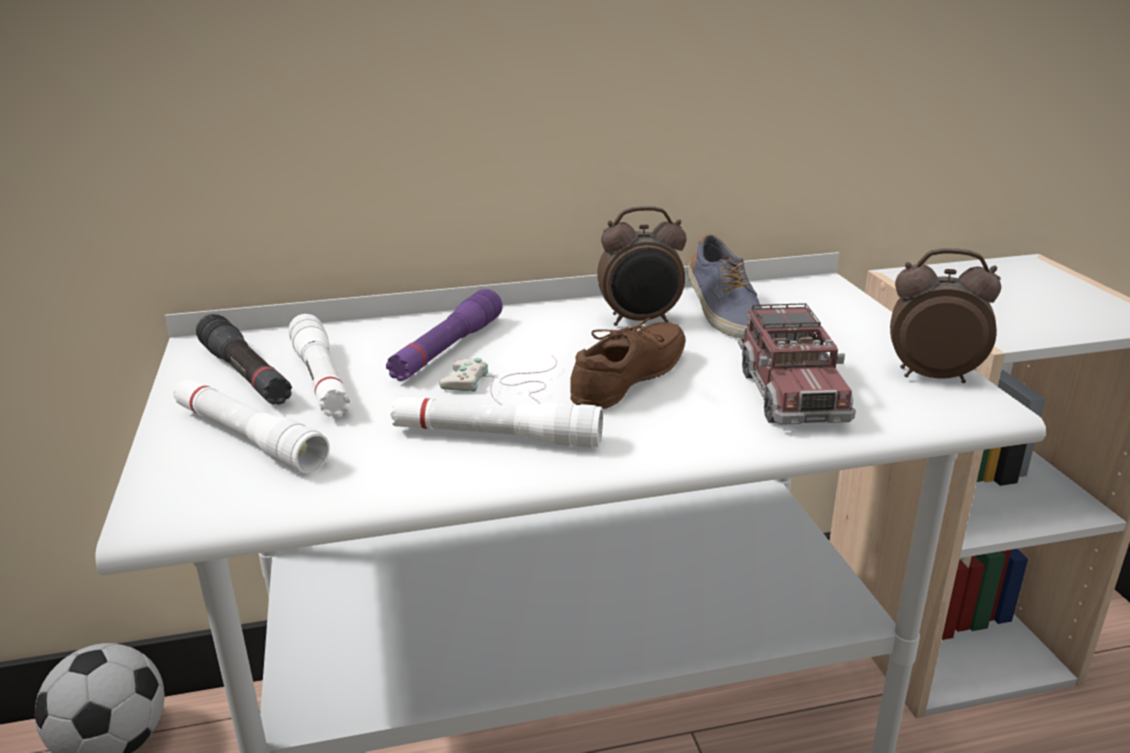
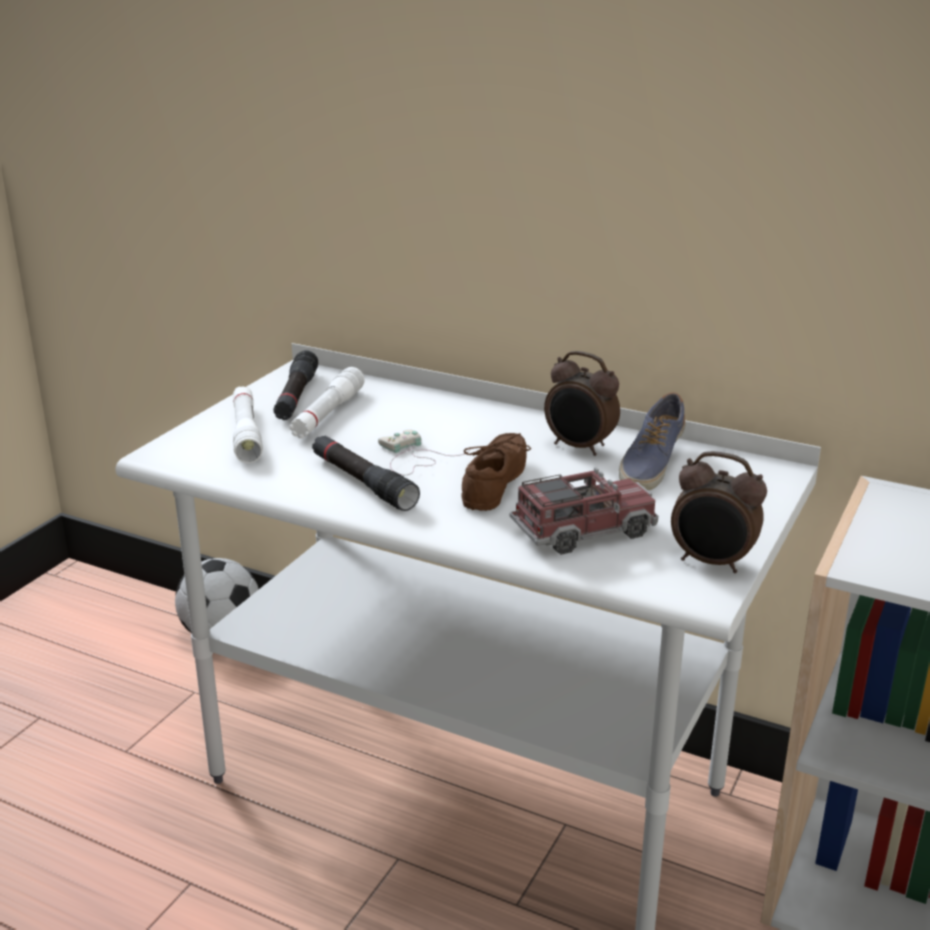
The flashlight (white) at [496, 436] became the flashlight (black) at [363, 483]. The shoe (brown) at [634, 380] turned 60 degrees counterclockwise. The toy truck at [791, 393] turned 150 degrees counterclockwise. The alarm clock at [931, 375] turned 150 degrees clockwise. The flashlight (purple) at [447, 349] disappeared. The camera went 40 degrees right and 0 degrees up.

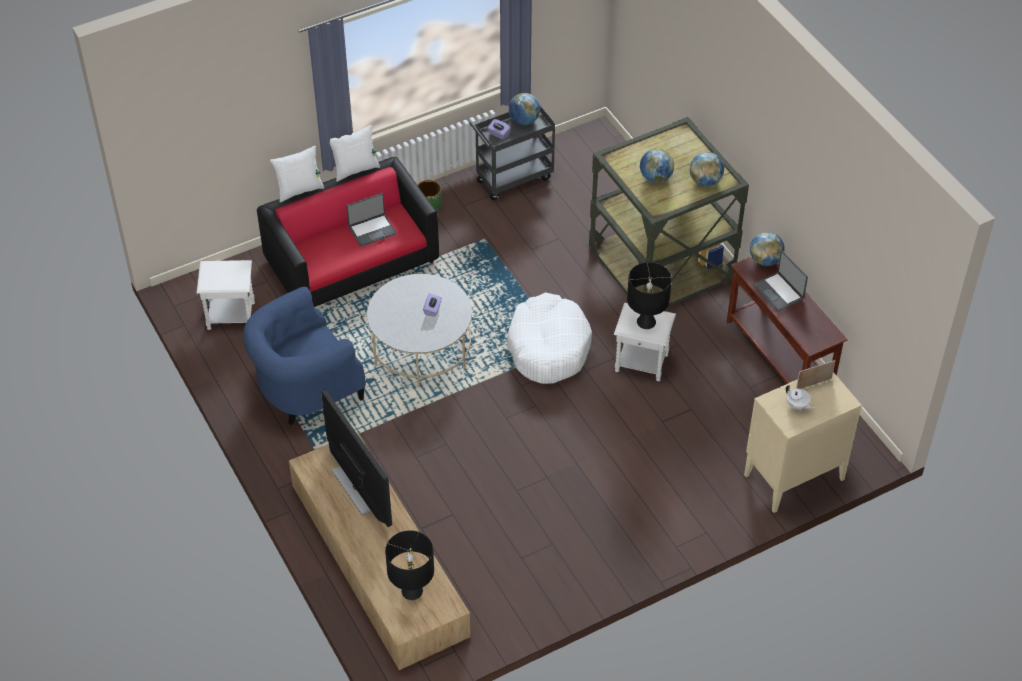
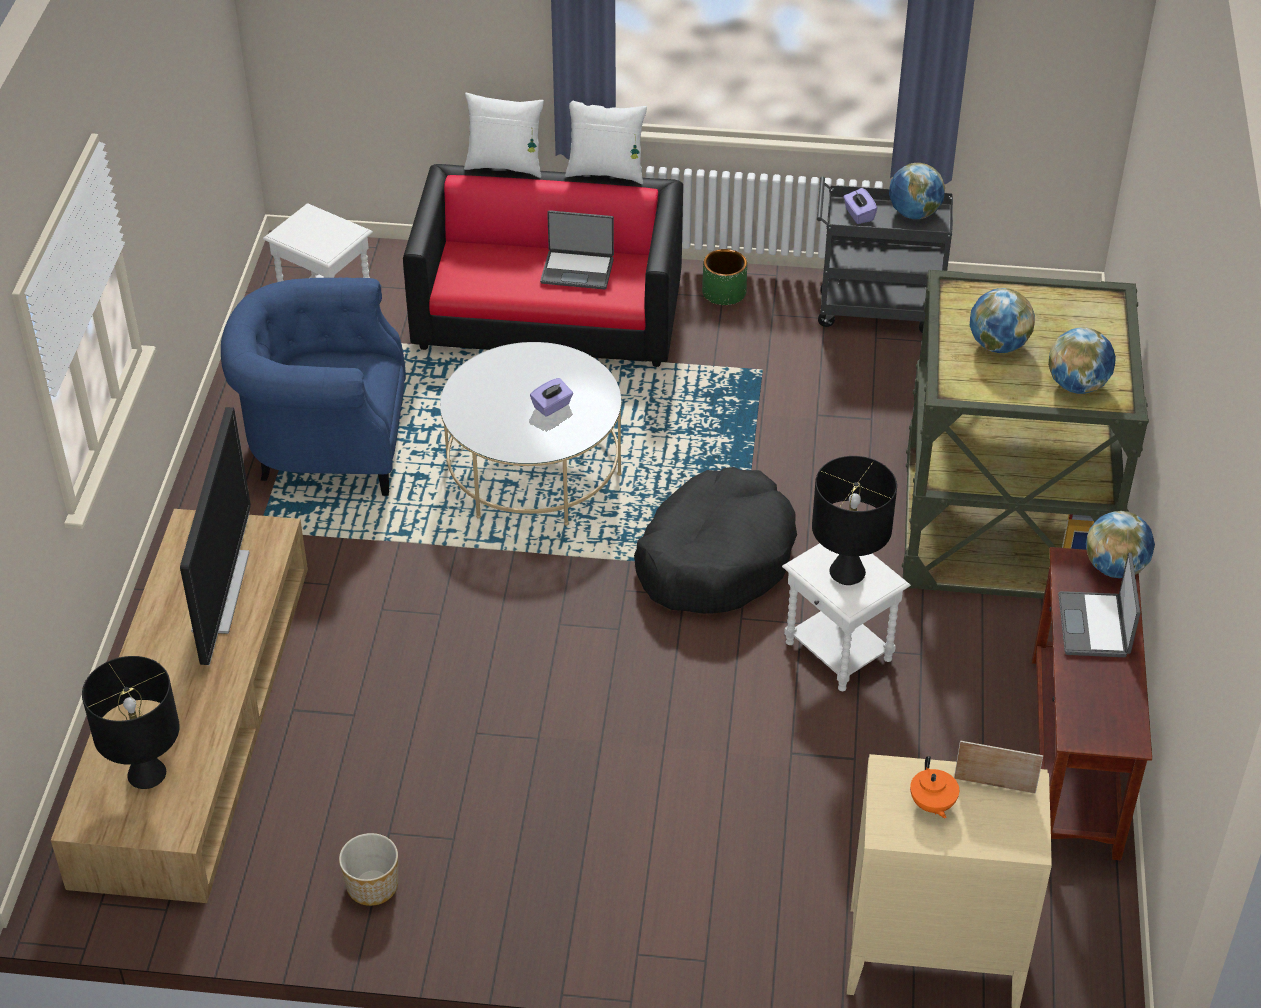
The planter at [372, 885] appeared. The dog bed (white) at [548, 347] became the dog bed (black) at [715, 558]. The teapot (white) at [797, 406] became the teapot (orange) at [932, 805]. The camera went 35 degrees right and 5 degrees down.

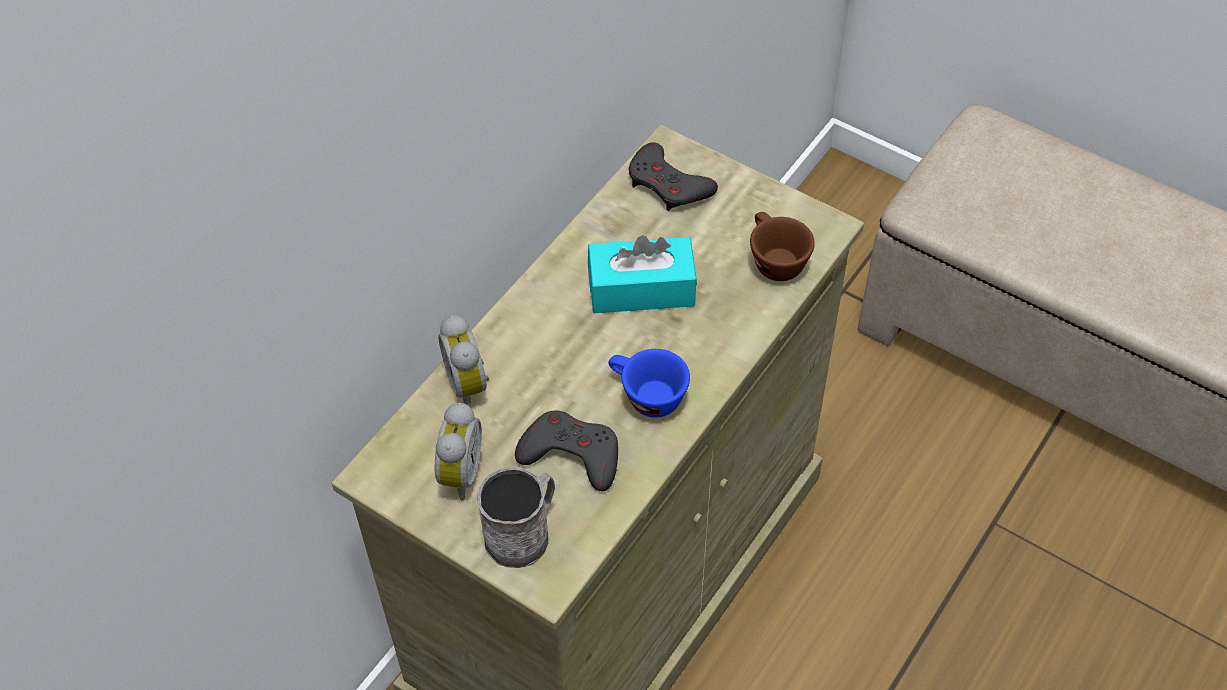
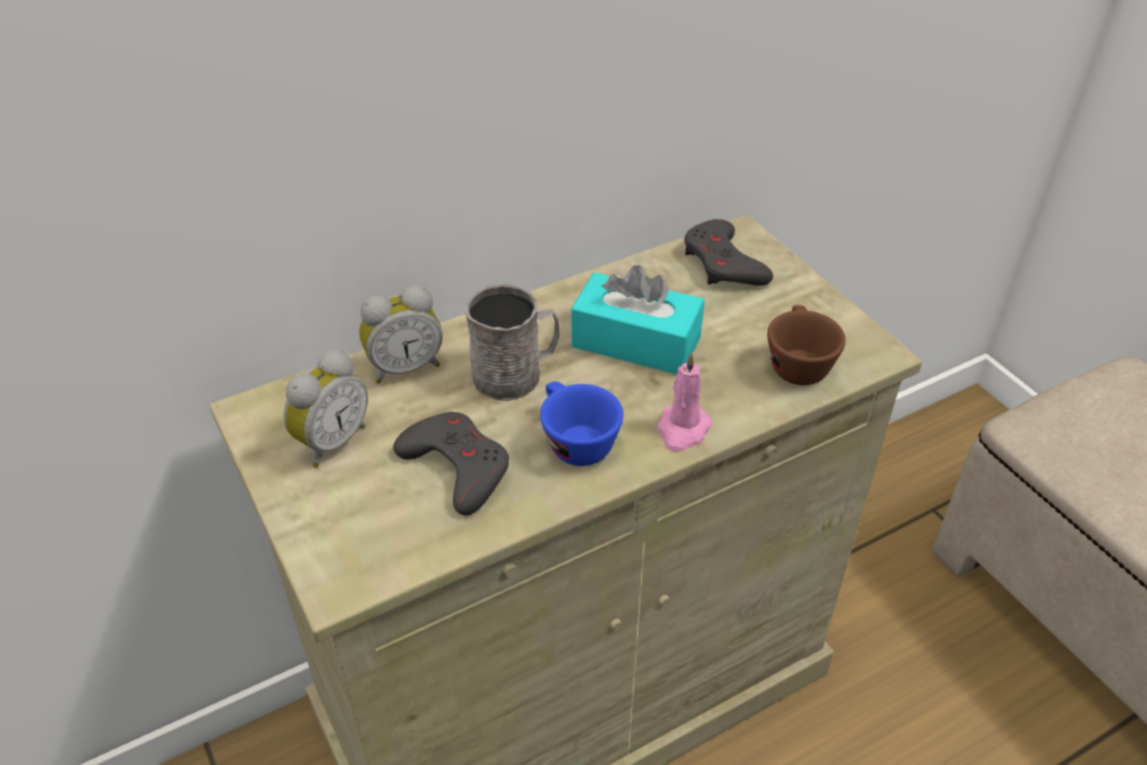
The alarm clock at [470, 385] turned 120 degrees counterclockwise. The mug (grey) moved from [523, 533] to [516, 374]. The candle (pink) at [682, 430] appeared. The camera went 25 degrees right and 10 degrees down.

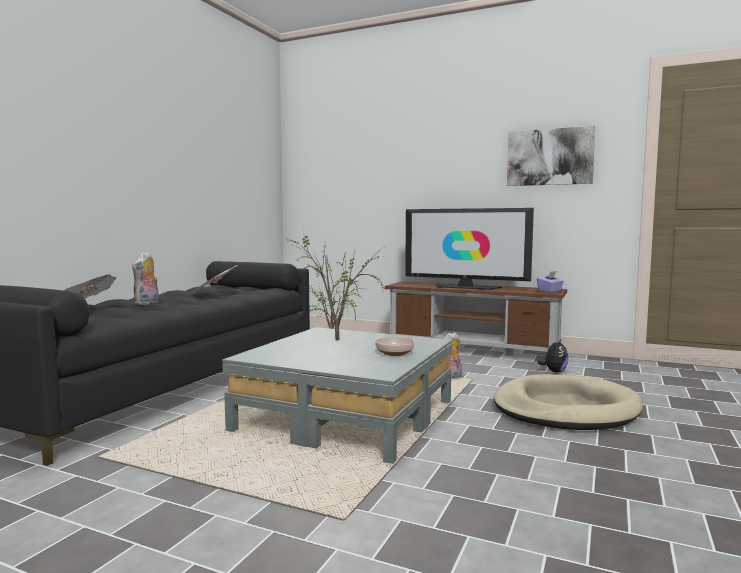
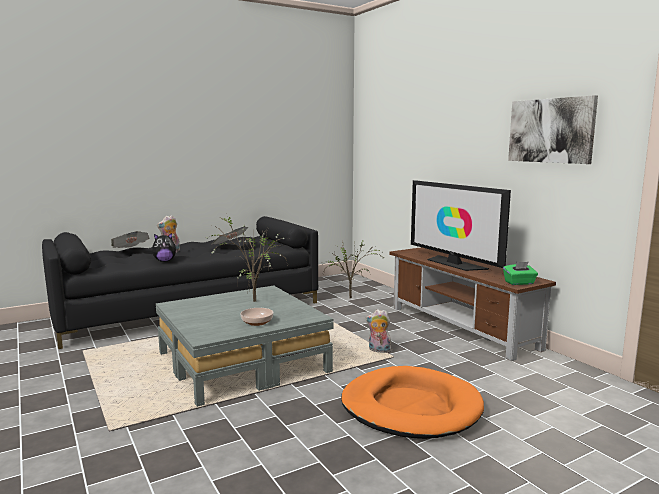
The plush toy moved from [554, 371] to [164, 261]. The dog bed (beige) at [565, 409] became the dog bed (orange) at [410, 407]. The tissue box (purple) at [550, 291] became the tissue box (green) at [519, 283]. The camera went 35 degrees right and 5 degrees up.

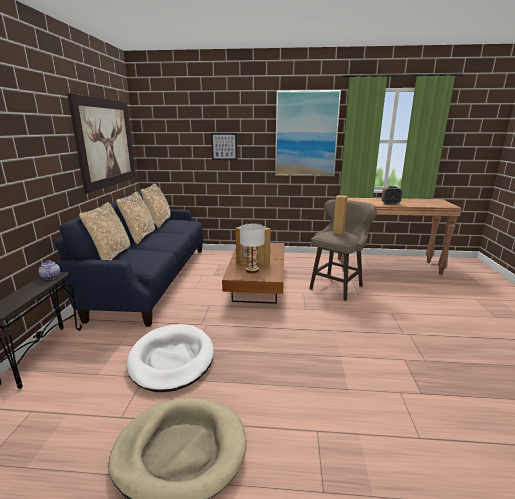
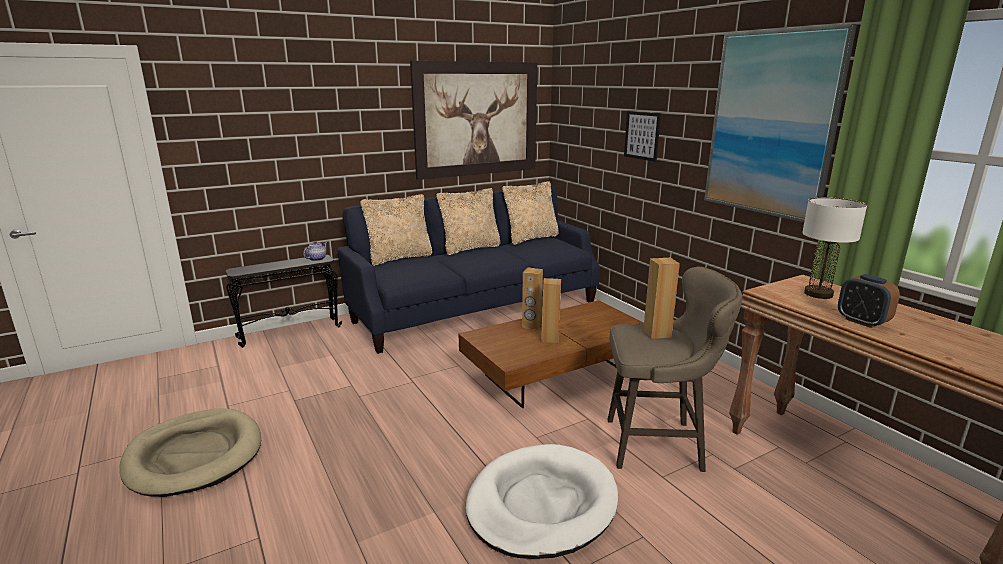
The dog bed (white) moved from [171, 360] to [541, 504]. The table lamp moved from [252, 270] to [818, 294]. The camera went 55 degrees right and 0 degrees up.

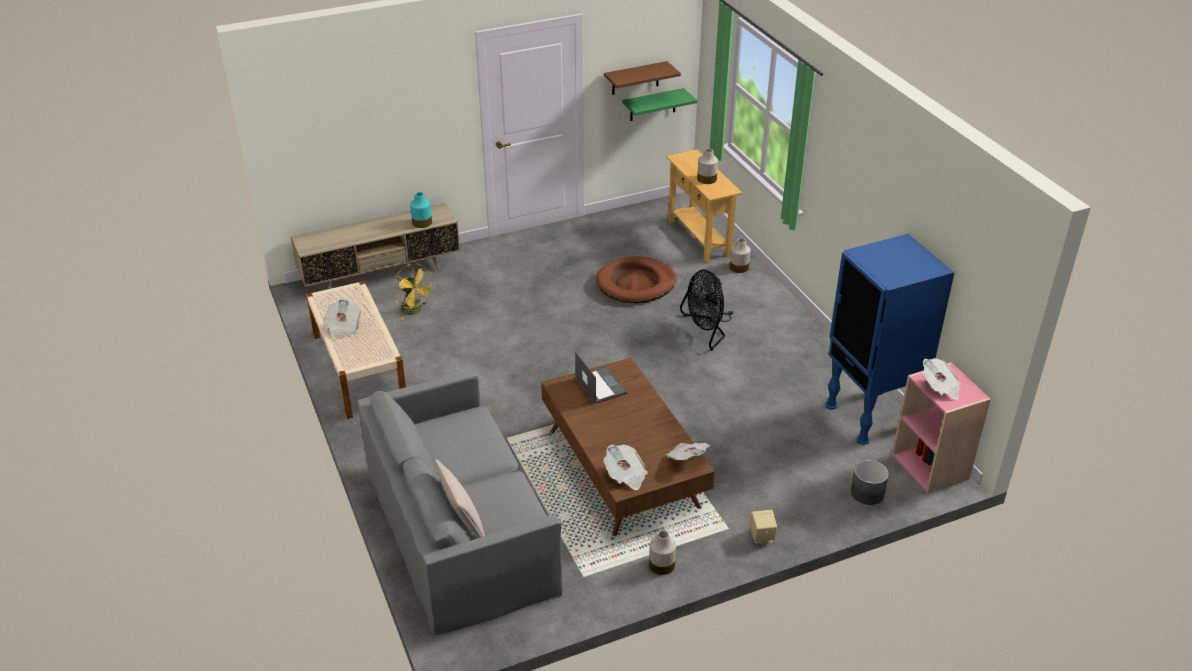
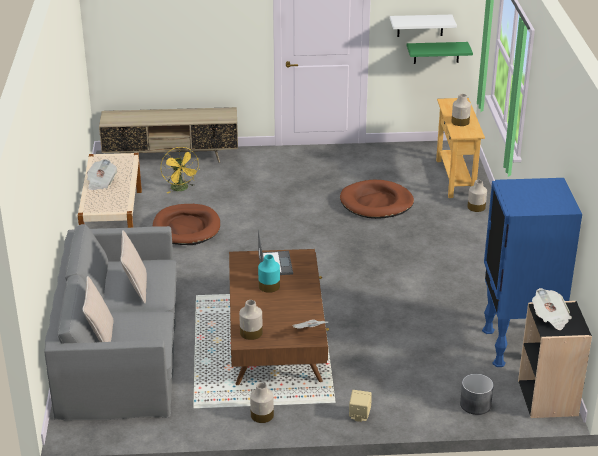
The pillow (beige) at [136, 289] appeared. The dog bed (brown) at [186, 228] appeared. The newspaper at [625, 475] was replaced by the vase (beige) at [251, 333]. The vase (turquoise) moved from [422, 222] to [269, 286]. The shelf (brown) at [635, 78] became the shelf (white) at [420, 25]. The bookcase (pink) at [931, 467] became the bookcase (black) at [548, 398]. The fan (black) at [708, 328] disappeared. The camera went 20 degrees right and 5 degrees down.

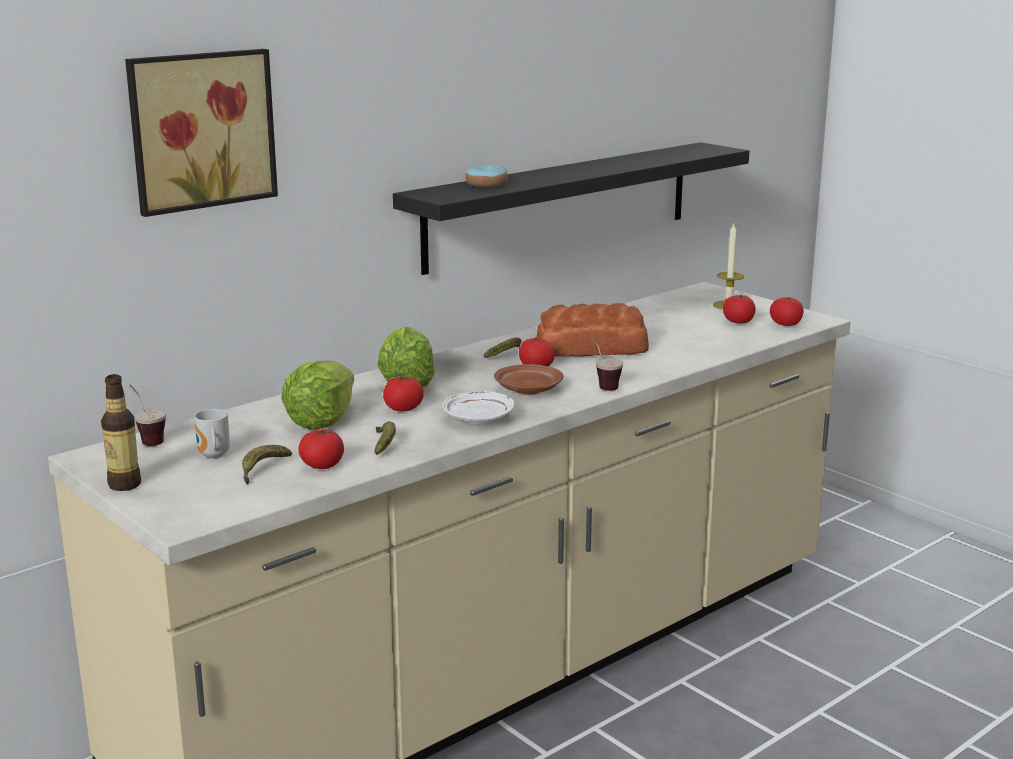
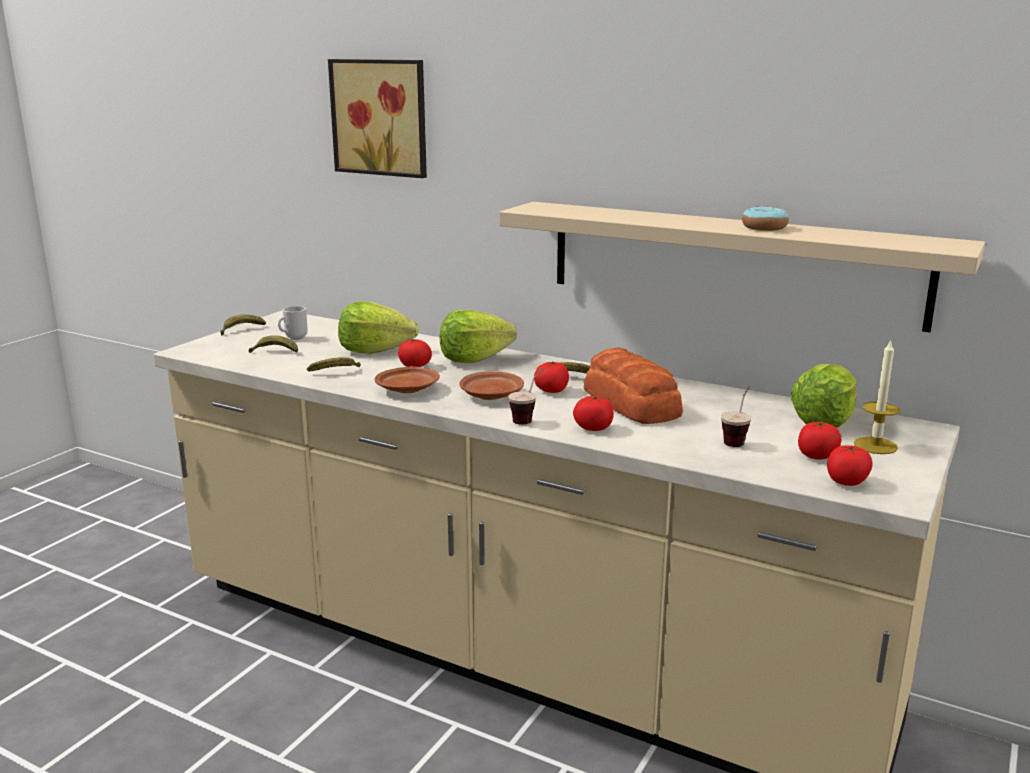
The bottle at [125, 485] was replaced by the banana at [241, 330]. The plate (white) at [478, 418] became the plate (brown) at [408, 389]. The shelf (black) at [561, 205] became the shelf (beige) at [730, 262]. The tomato moved from [322, 465] to [593, 428]. The cup moved from [147, 439] to [737, 439]. The donut moved from [486, 184] to [764, 227]. The lettuce at [825, 421] appeared. The camera went 70 degrees right and 0 degrees up.

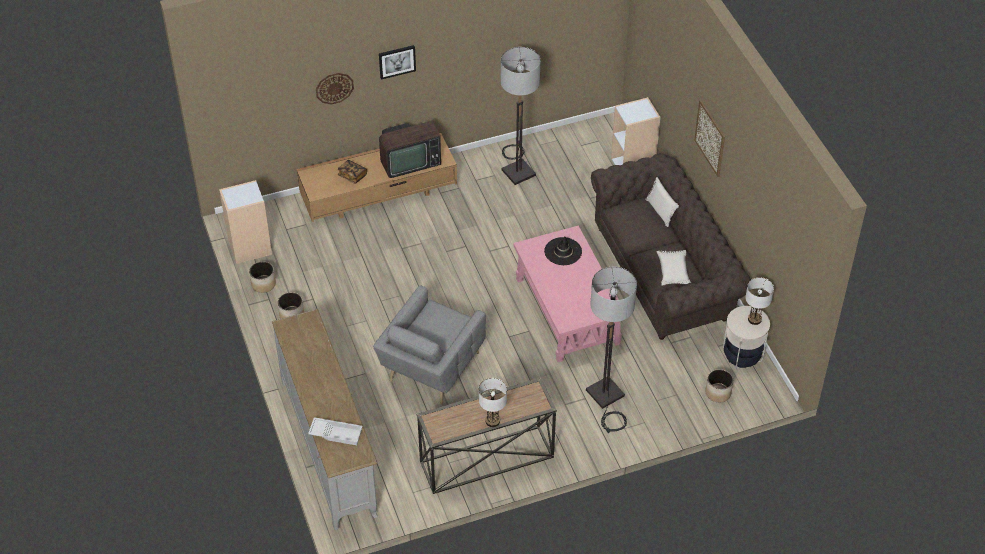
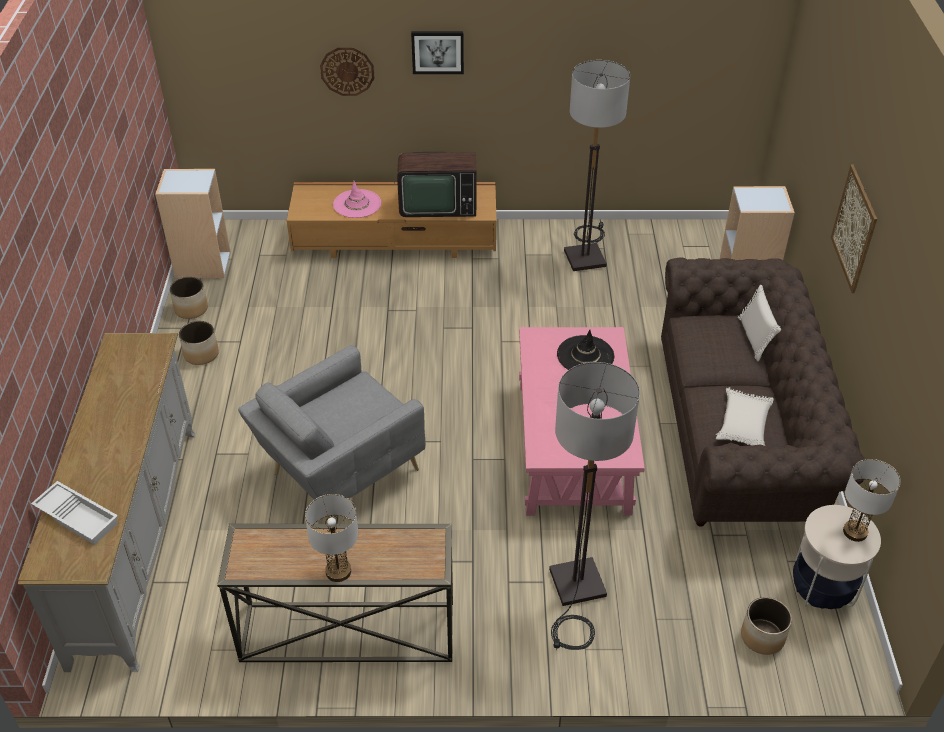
The book at [352, 176] was replaced by the hat (pink) at [357, 204]. The camera went 20 degrees right and 5 degrees down.

